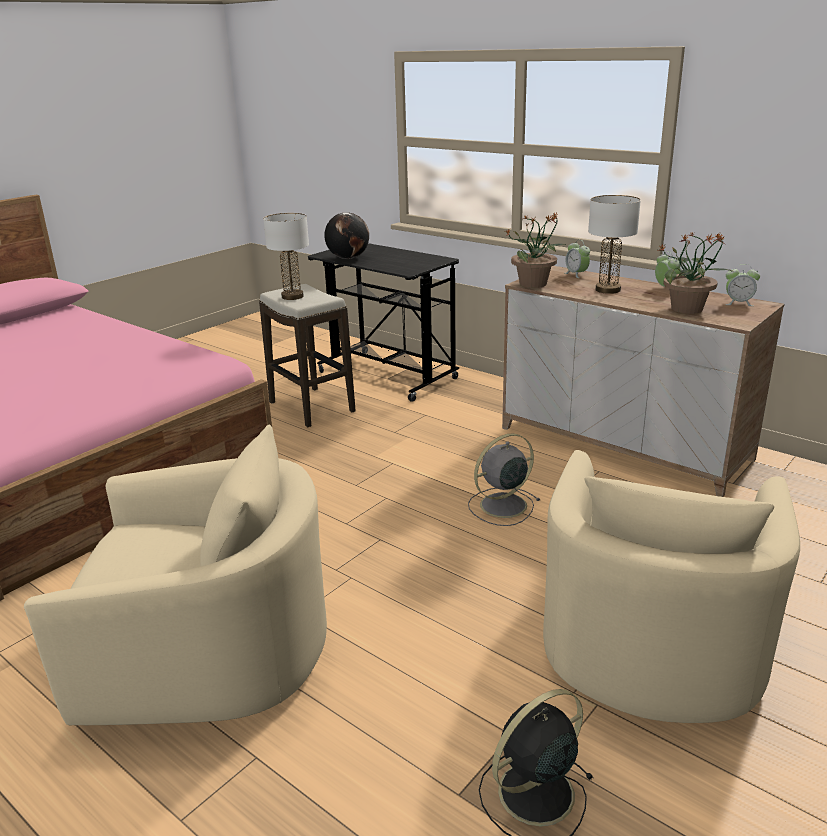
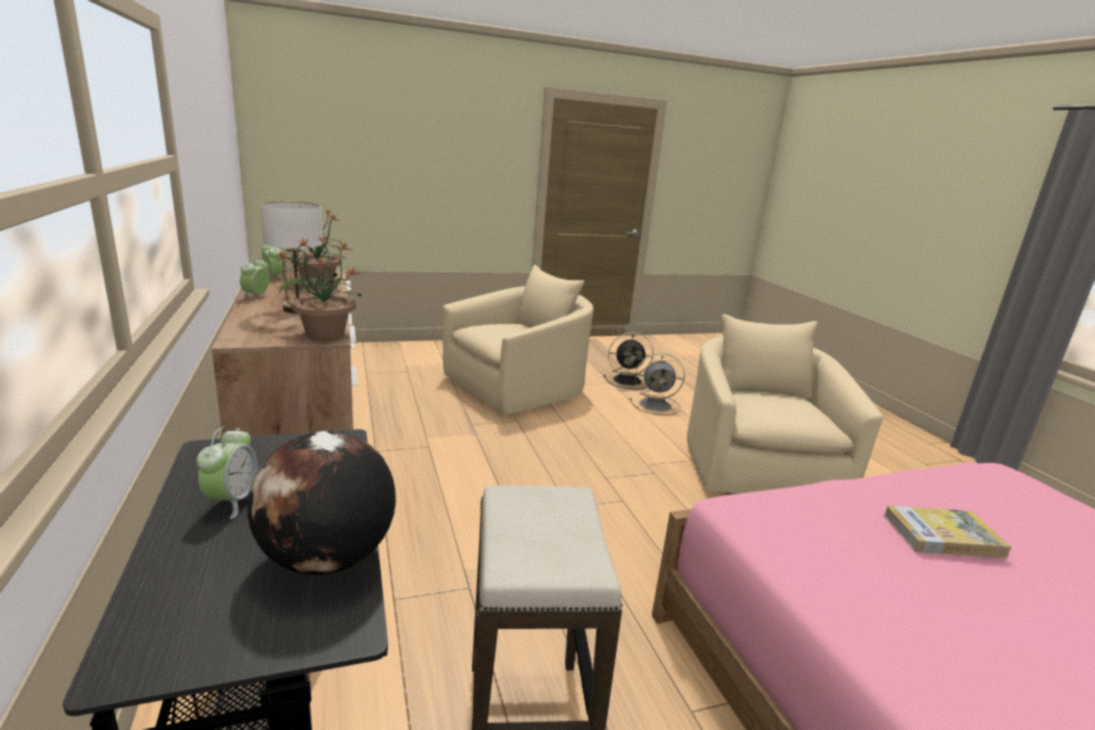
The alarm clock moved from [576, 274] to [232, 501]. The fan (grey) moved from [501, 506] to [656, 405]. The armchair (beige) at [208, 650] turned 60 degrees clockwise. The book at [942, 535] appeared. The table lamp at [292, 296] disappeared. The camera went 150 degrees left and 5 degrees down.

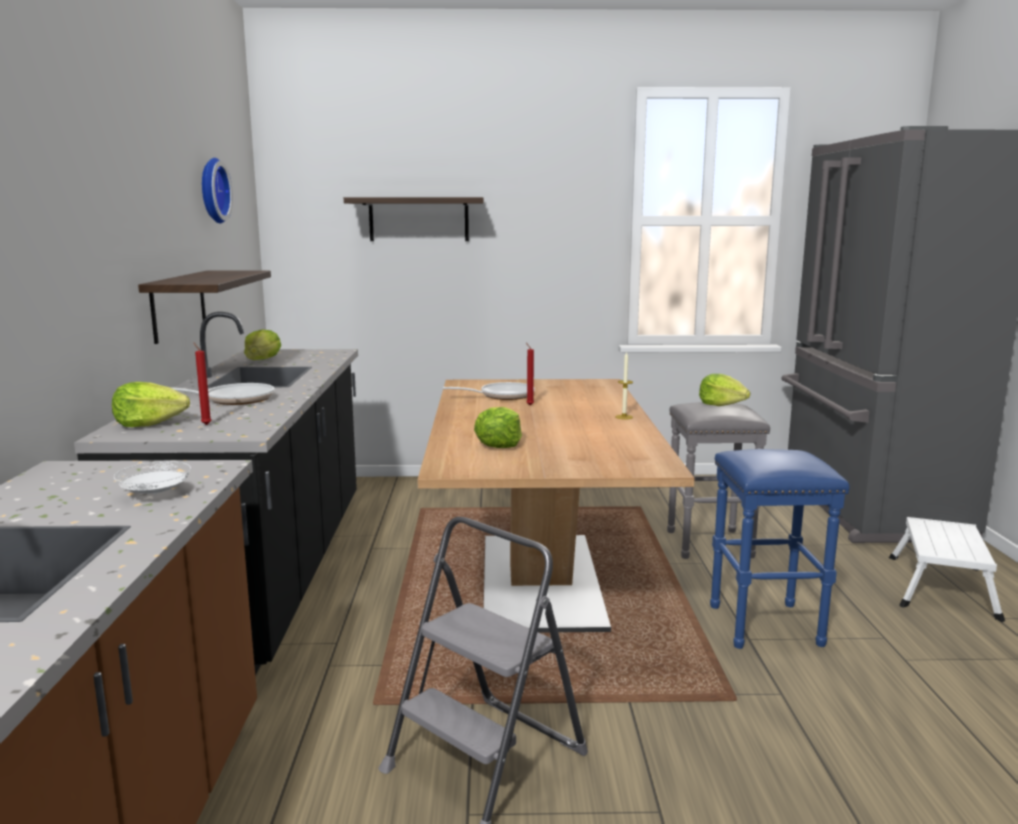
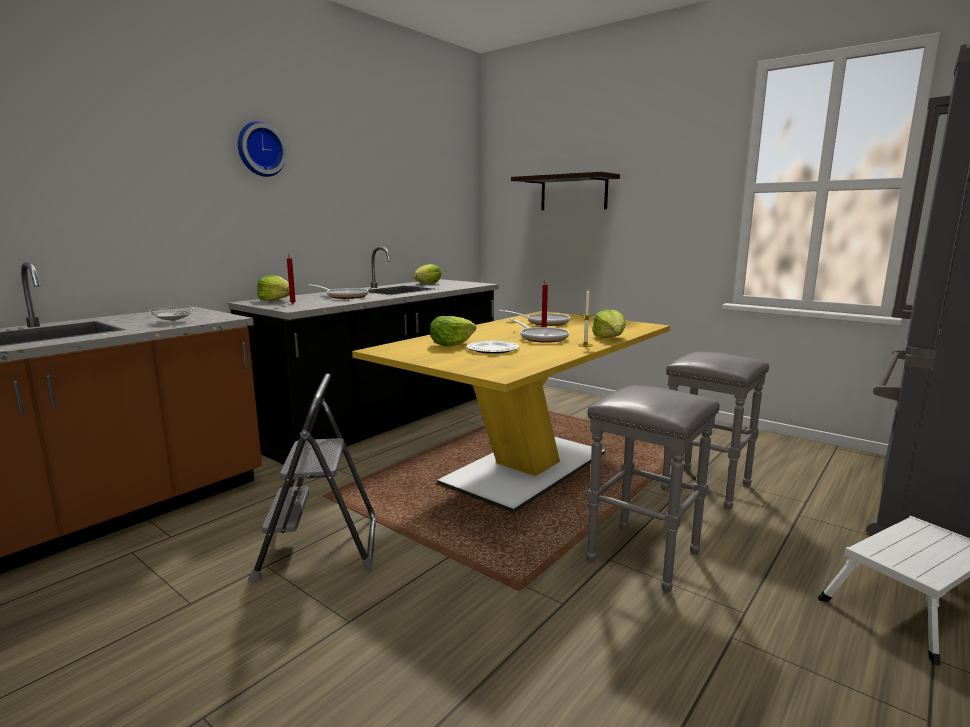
The wall clock moved from [211, 190] to [260, 149]. The dining table (brown) at [540, 581] became the dining table (yellow) at [526, 468]. The plate at [493, 349] appeared. The frying pan at [541, 338] appeared. The stool (blue) at [768, 625] became the stool (grey) at [644, 557]. The lettuce moved from [722, 405] to [610, 338]. The shelf at [178, 305] disappeared. The camera went 40 degrees right and 0 degrees up.

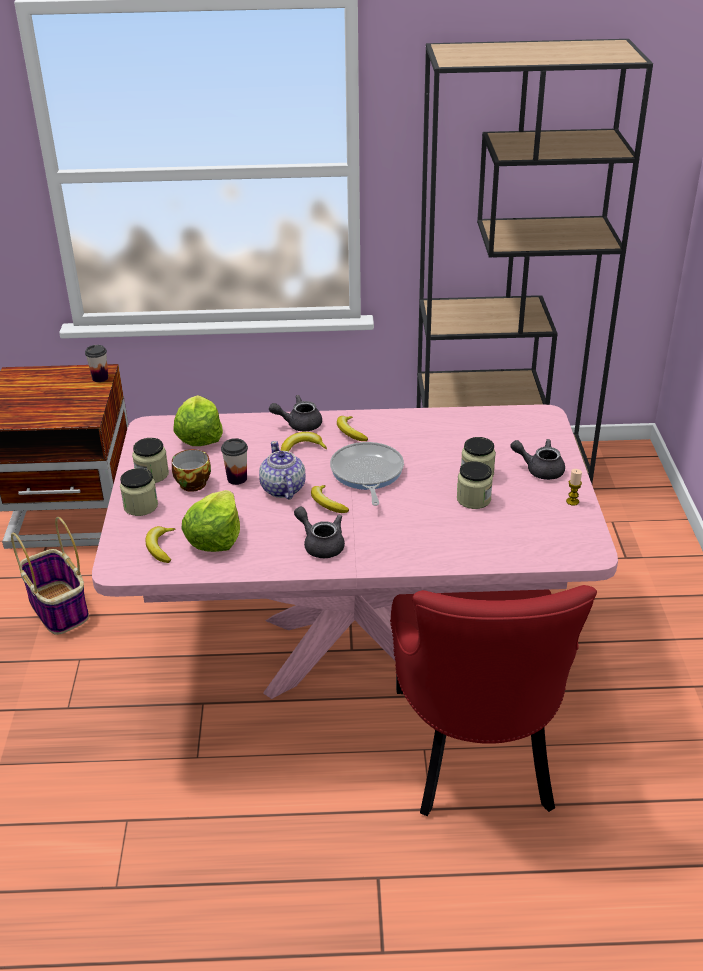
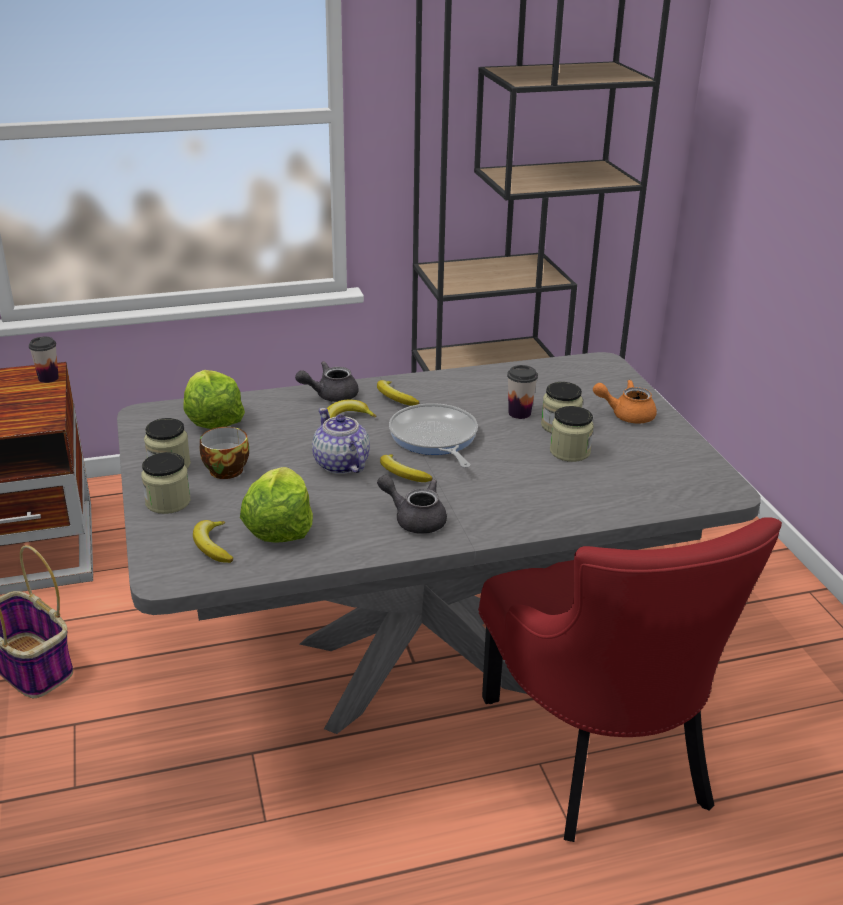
The dining table (pink) at [354, 651] became the dining table (grey) at [417, 664]. The cup moved from [237, 479] to [519, 413]. The teapot (grey) at [539, 469] became the teapot (orange) at [626, 415]. The candle at [572, 501] disappeared. The camera went 15 degrees left and 5 degrees down.

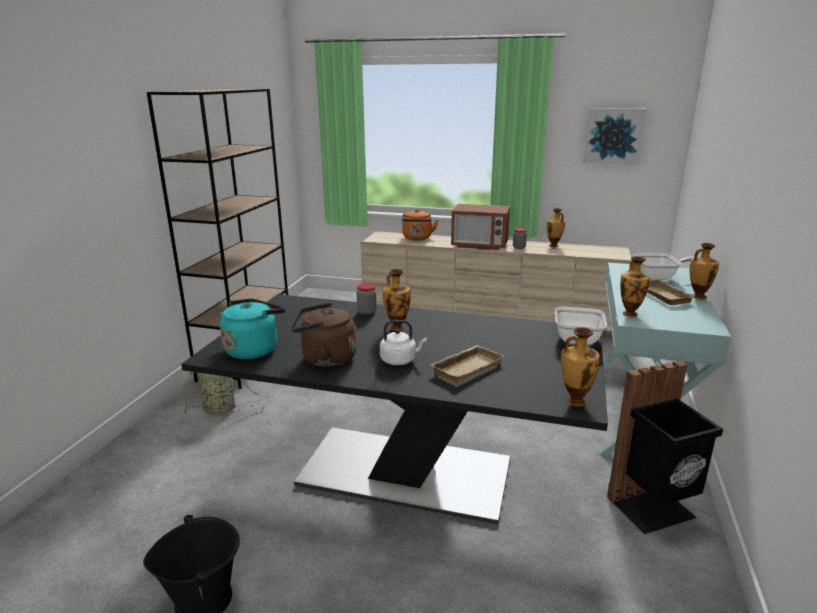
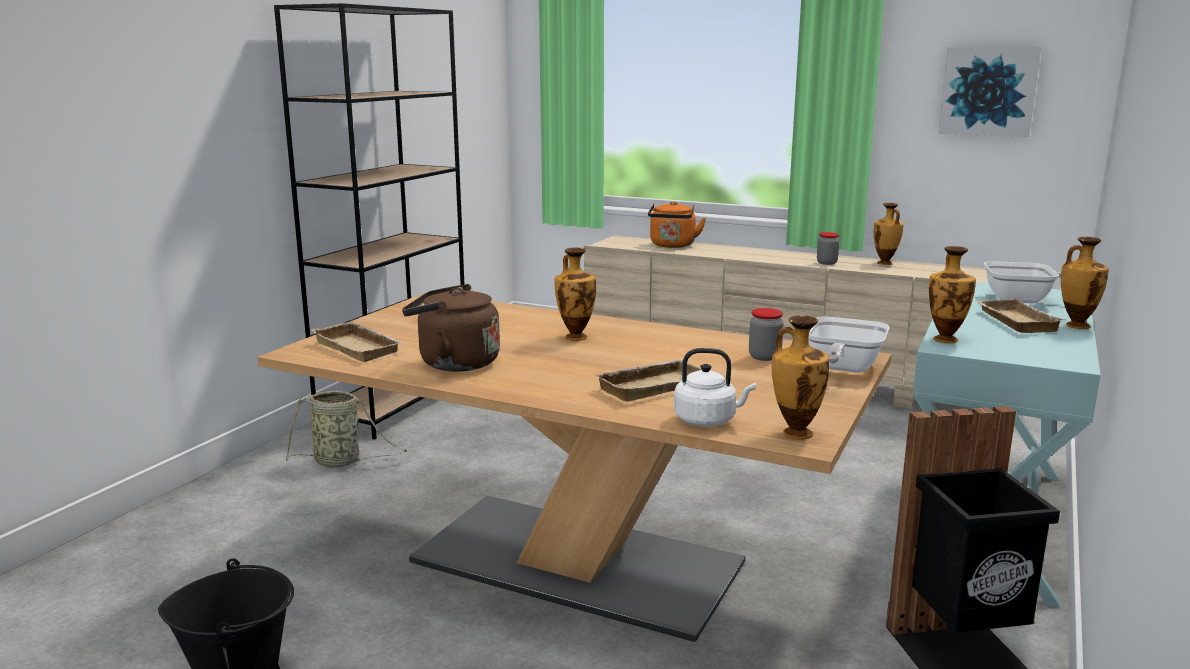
The dining table (black) at [405, 473] became the dining table (beige) at [577, 564]. The kettle (turquoise) at [253, 349] was replaced by the tray (beige) at [361, 348]. The kettle (white) moved from [400, 360] to [708, 420]. The jar moved from [366, 312] to [764, 357]. The microwave at [479, 245] disappeared. The camera went 10 degrees right and 5 degrees down.

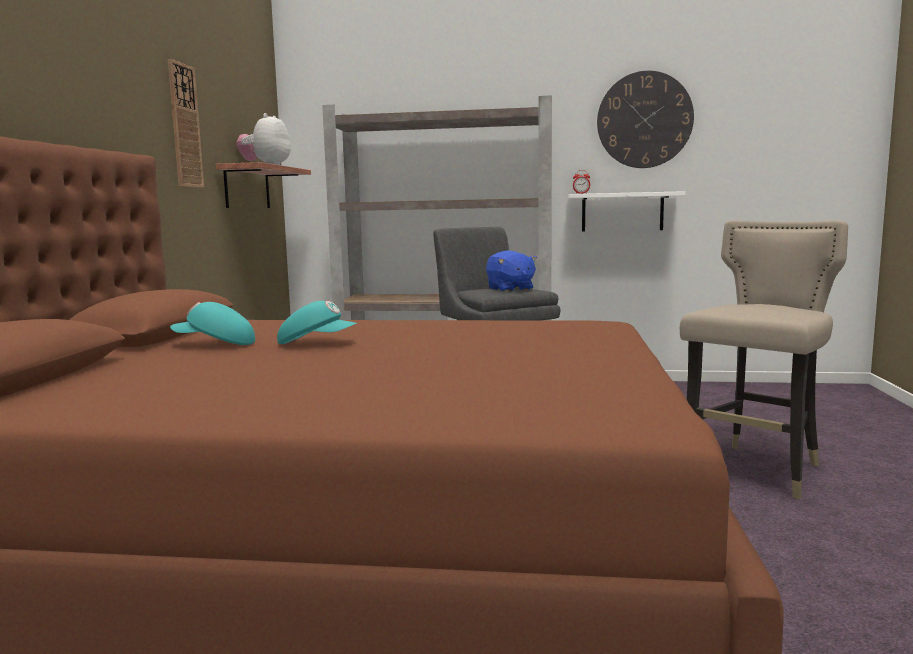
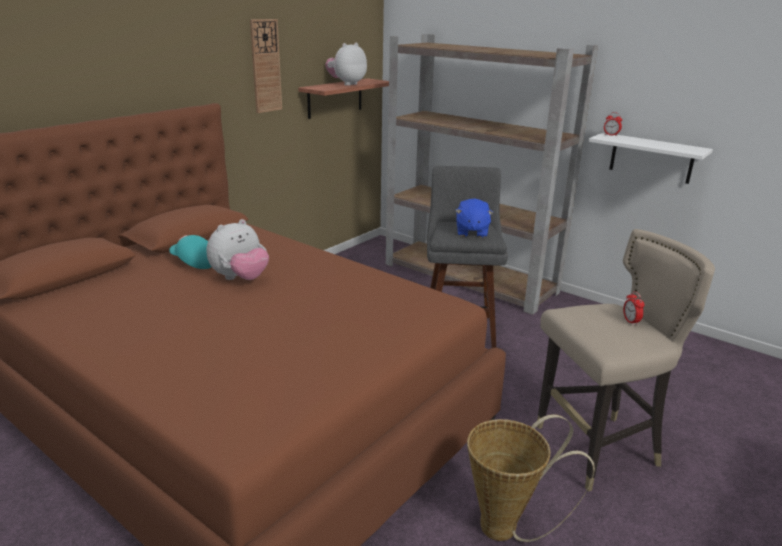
The cap (turquoise) at [317, 343] was replaced by the plush toy at [240, 278]. The basket at [507, 527] appeared. The alarm clock at [630, 321] appeared. The wall clock at [644, 120] disappeared. The camera went 30 degrees right and 15 degrees up.

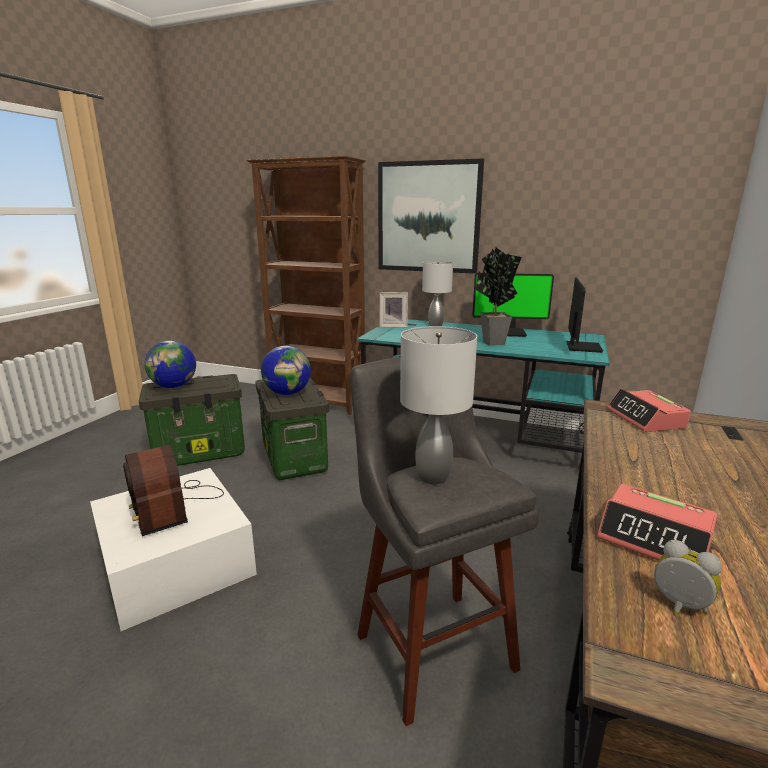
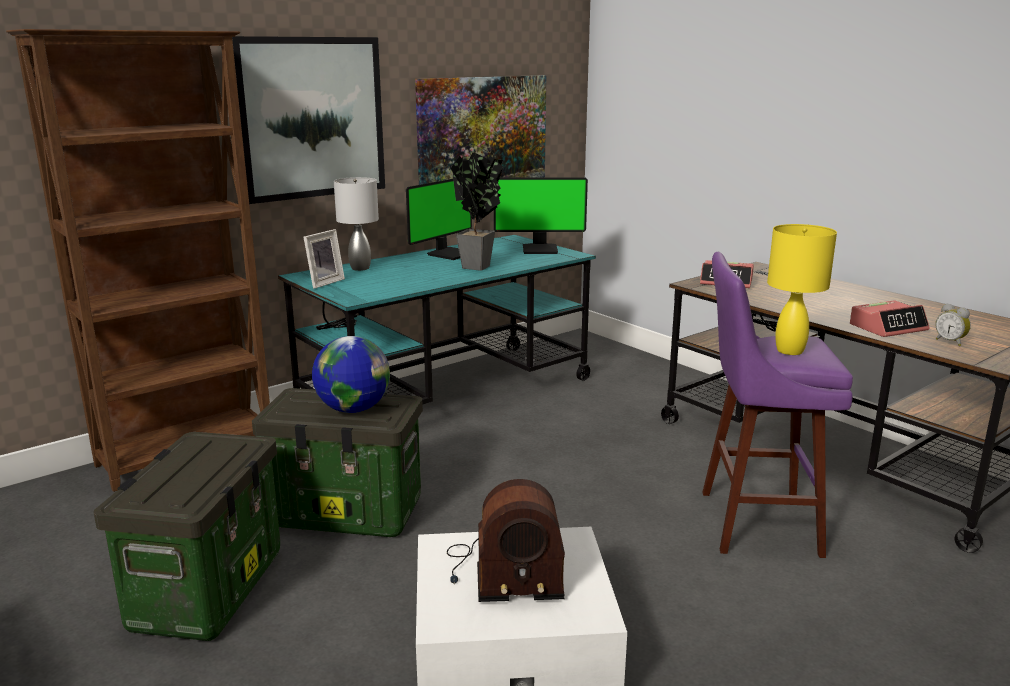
The picture at [482, 131] appeared. The monitor at [581, 347] turned 135 degrees clockwise. The stool (grey) at [433, 646] became the stool (purple) at [753, 522]. The table lamp (grey) at [434, 476] became the table lamp (yellow) at [790, 350]. The alarm clock at [678, 607] turned 105 degrees counterclockwise. The globe at [174, 386] disappeared. The camera went 60 degrees left and 0 degrees up.

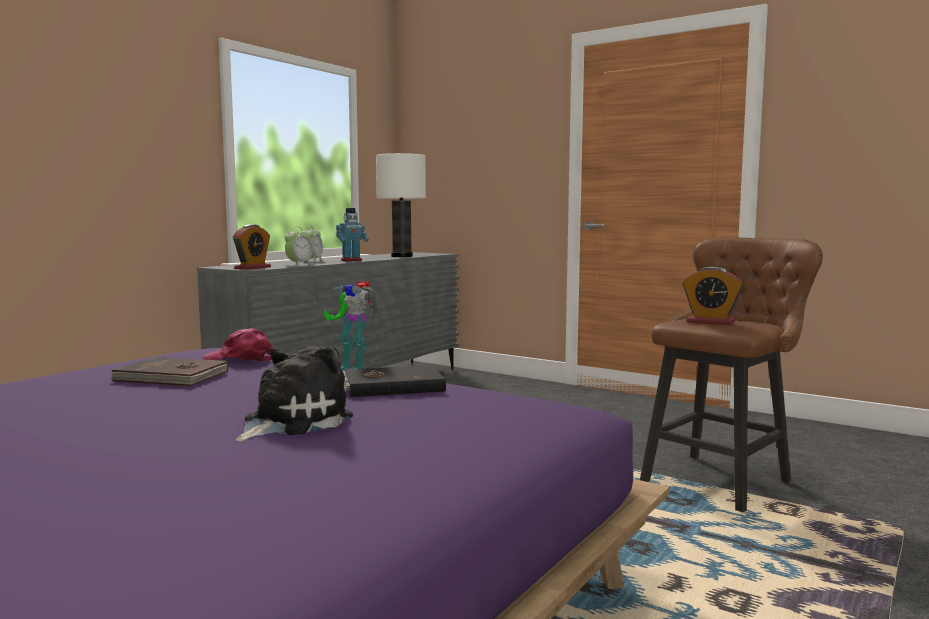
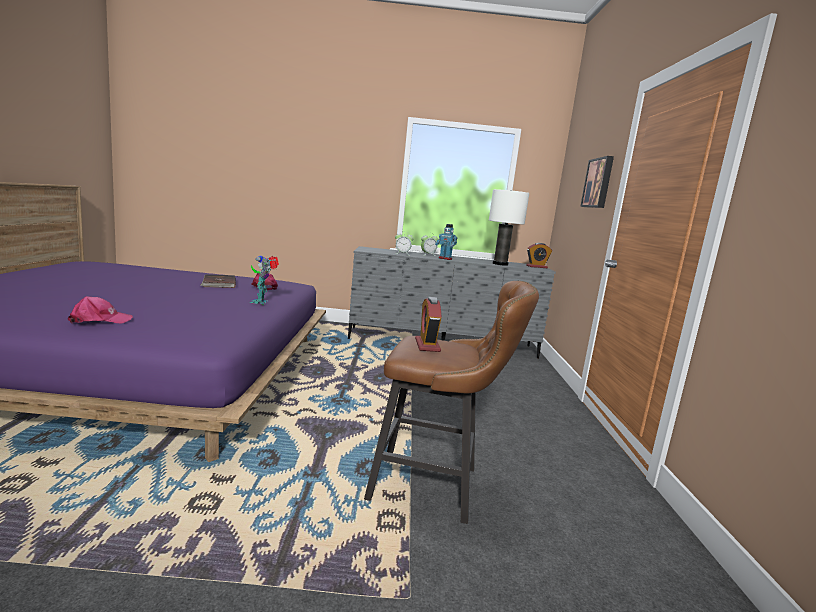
The cap (pink) at [100, 320] appeared. The alarm clock moved from [253, 268] to [536, 267]. The picture at [599, 183] appeared. The plush toy at [292, 421] disappeared. The book (black) at [392, 385] disappeared. The camera went 55 degrees right and 5 degrees up.

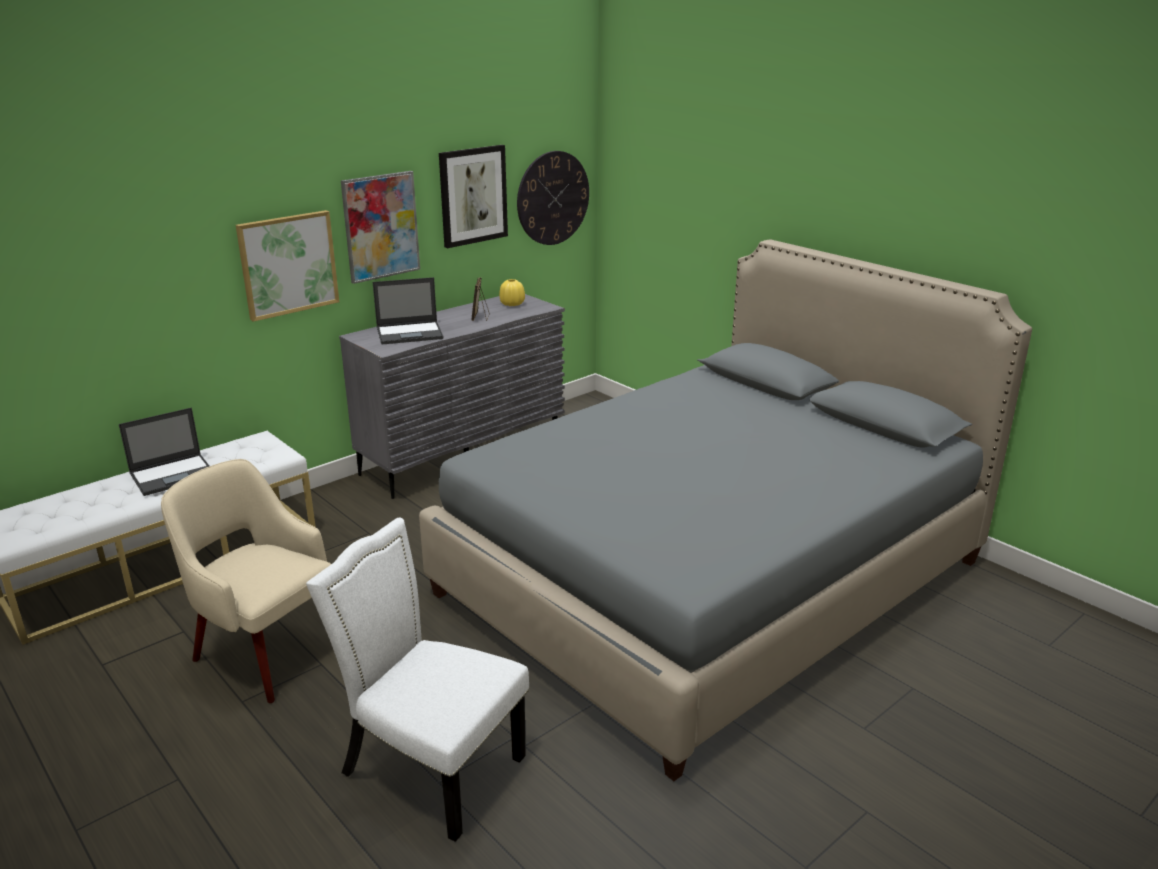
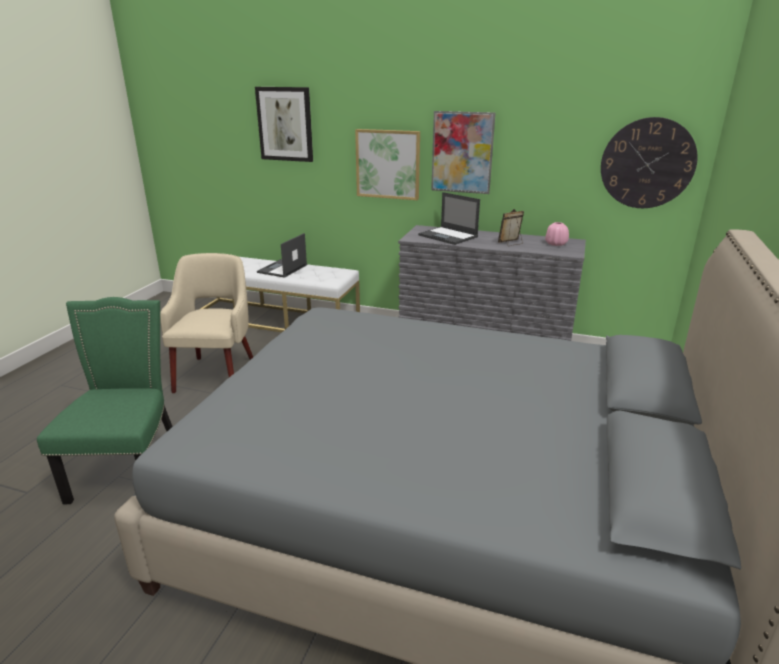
The chair (white) at [434, 771] became the chair (green) at [128, 470]. The picture moved from [473, 195] to [285, 124]. The laptop at [174, 475] turned 90 degrees clockwise. The vase (yellow) at [512, 304] became the vase (pink) at [555, 244]. The camera went 60 degrees right and 0 degrees up.

